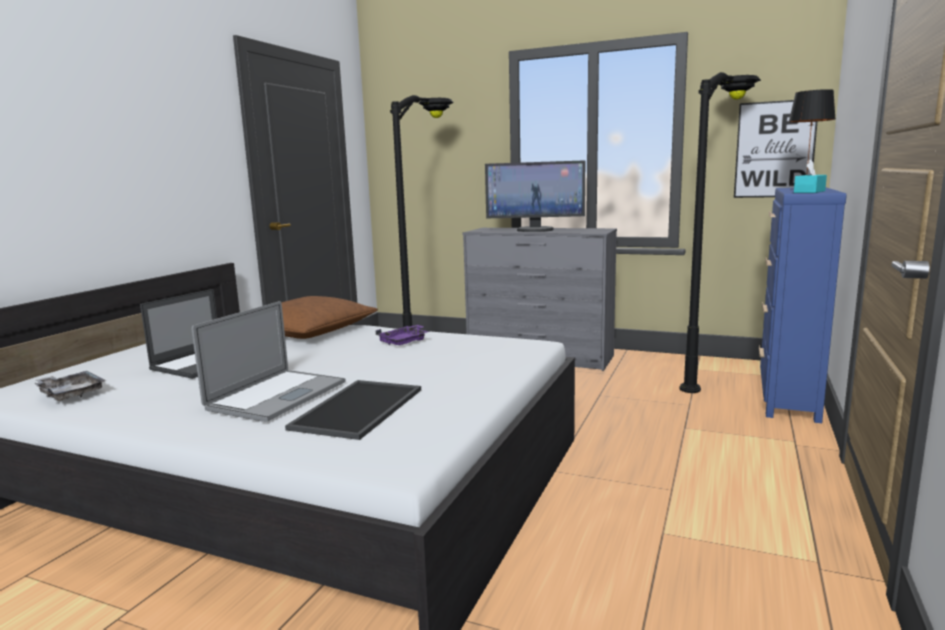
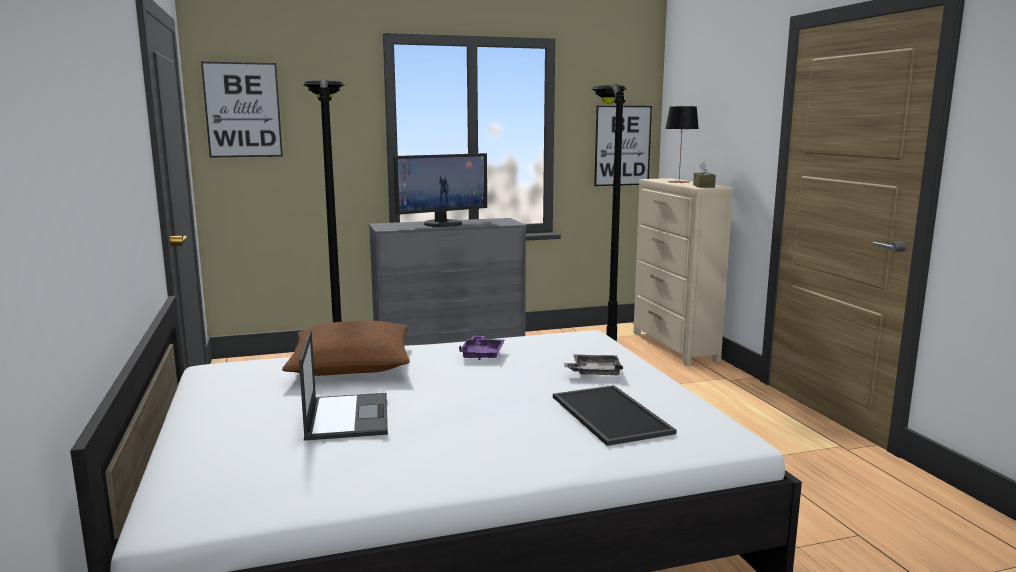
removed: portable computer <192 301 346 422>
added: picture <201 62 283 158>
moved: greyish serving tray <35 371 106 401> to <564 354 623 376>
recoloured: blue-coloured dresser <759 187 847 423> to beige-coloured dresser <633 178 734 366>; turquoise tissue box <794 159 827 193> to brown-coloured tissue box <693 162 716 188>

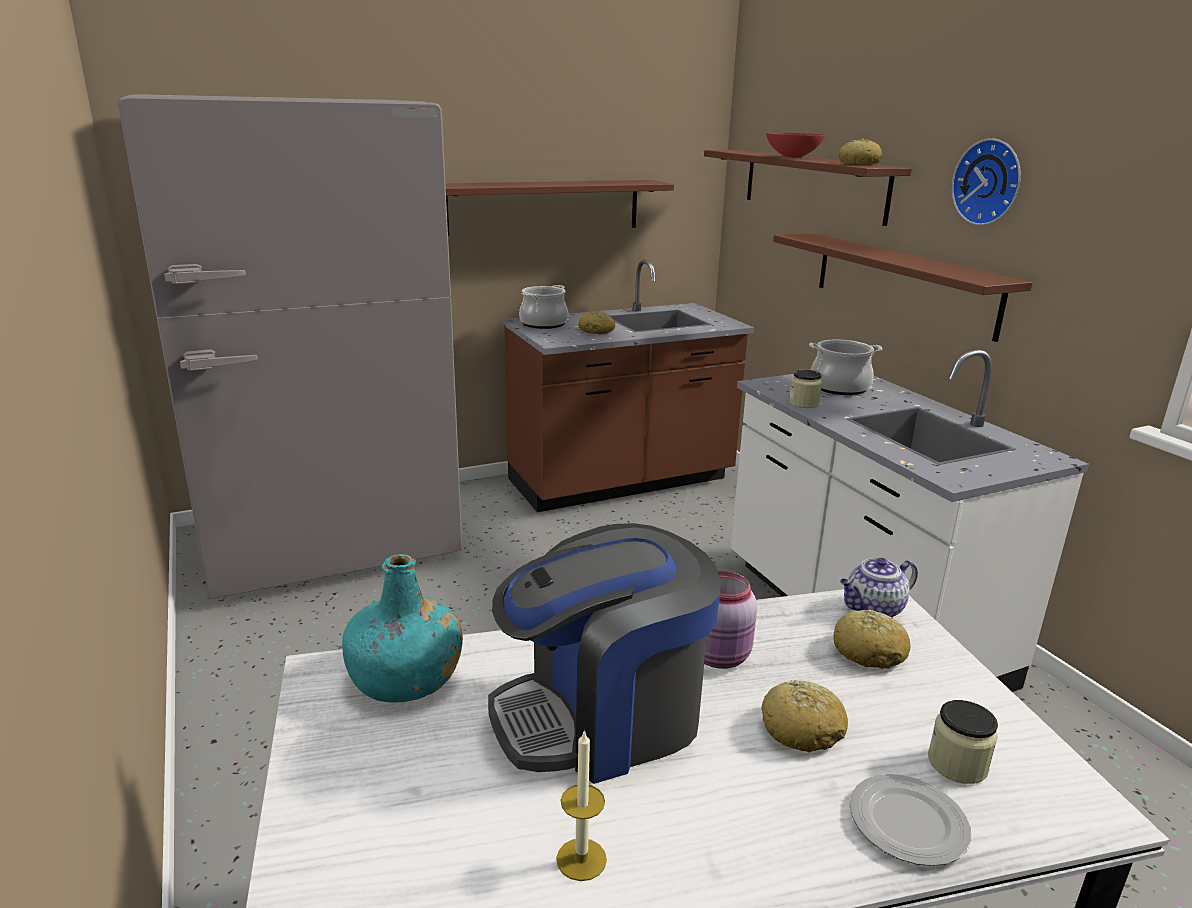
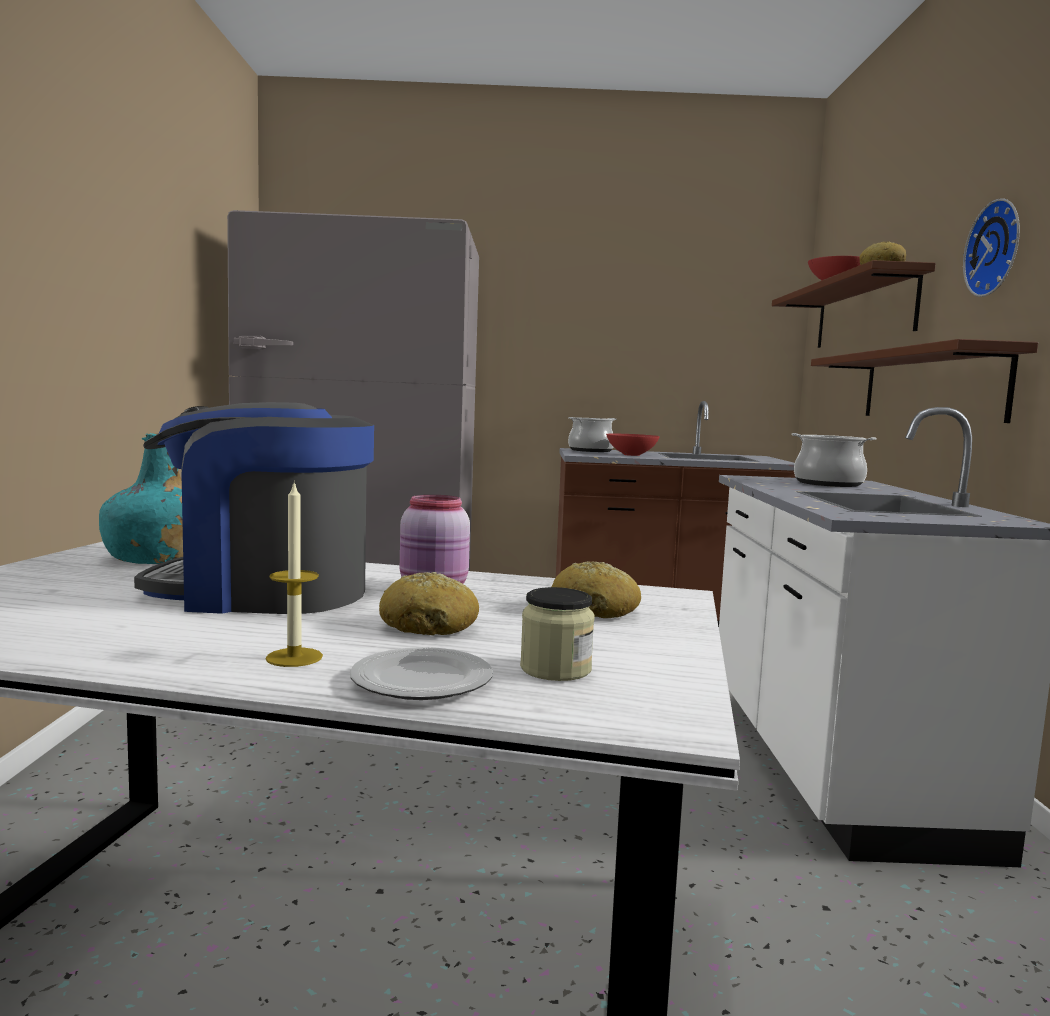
removed: brown-coloured bracket shelf <445 180 674 236>; storage jar <789 369 822 408>; pot for tea <840 558 918 618>
moved: candle <556 729 607 881> to <266 480 323 667>
replaced: baked bread <578 311 615 334> to red-coloured deep dish <606 434 660 456>

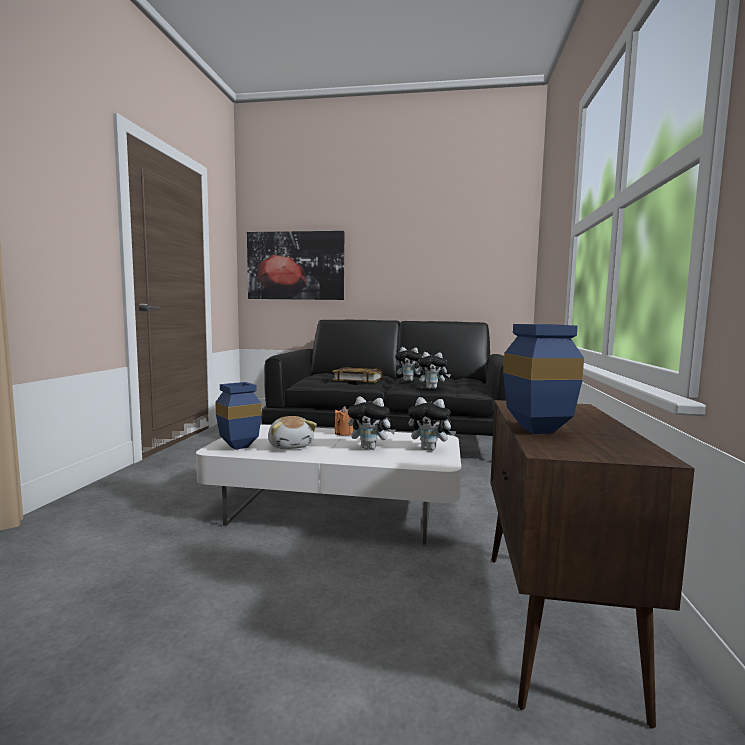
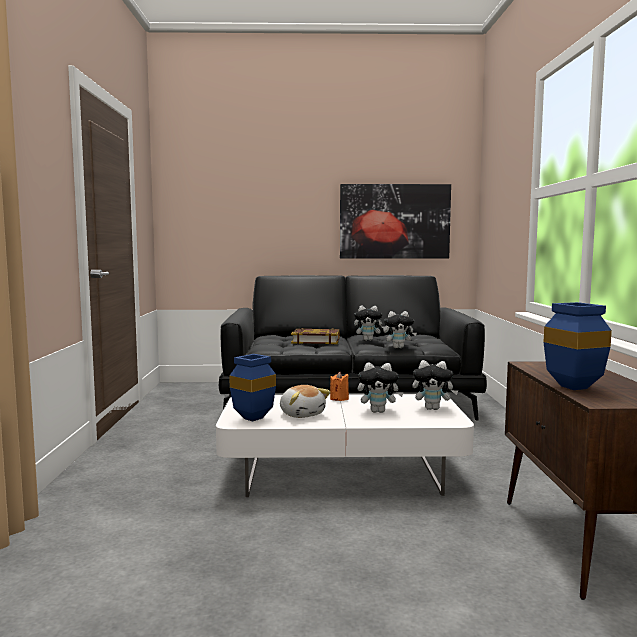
moved: picture <247 231 344 300> to <340 184 451 259>

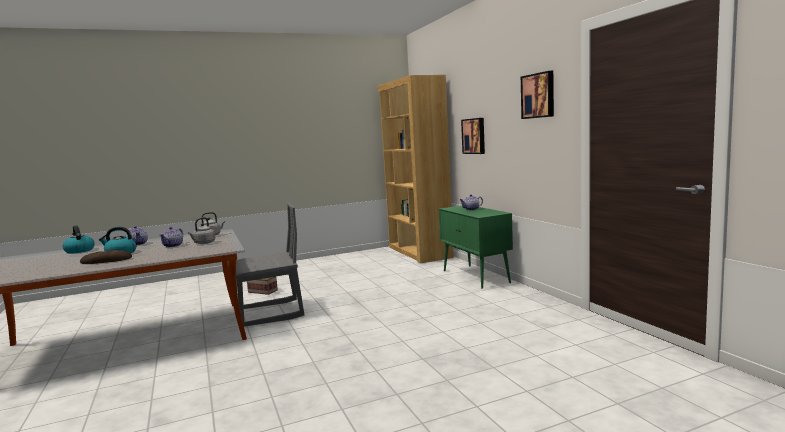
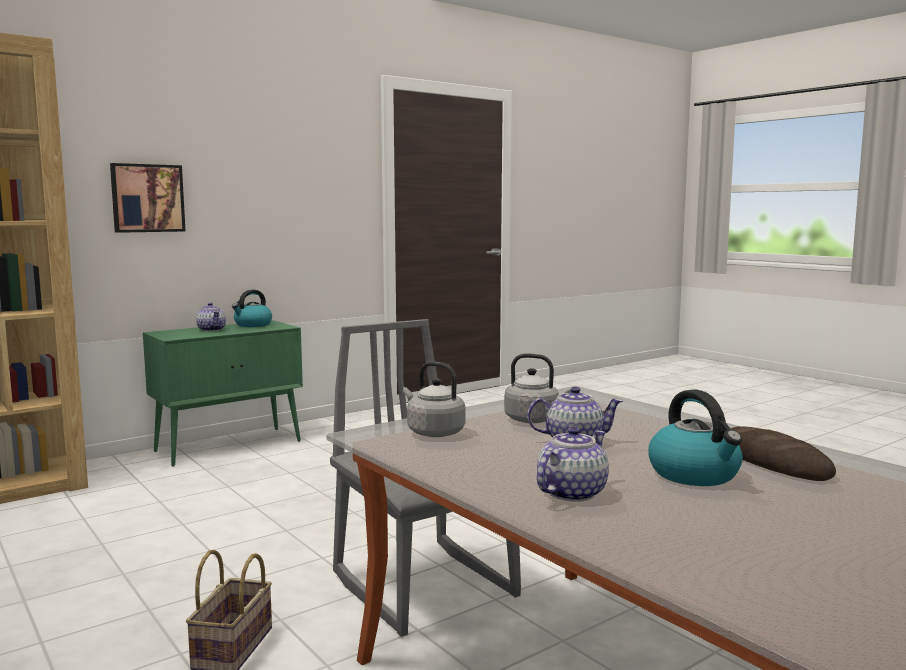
removed: picture <521 71 554 119>
moved: water kettle <63 225 94 254> to <232 290 272 327>

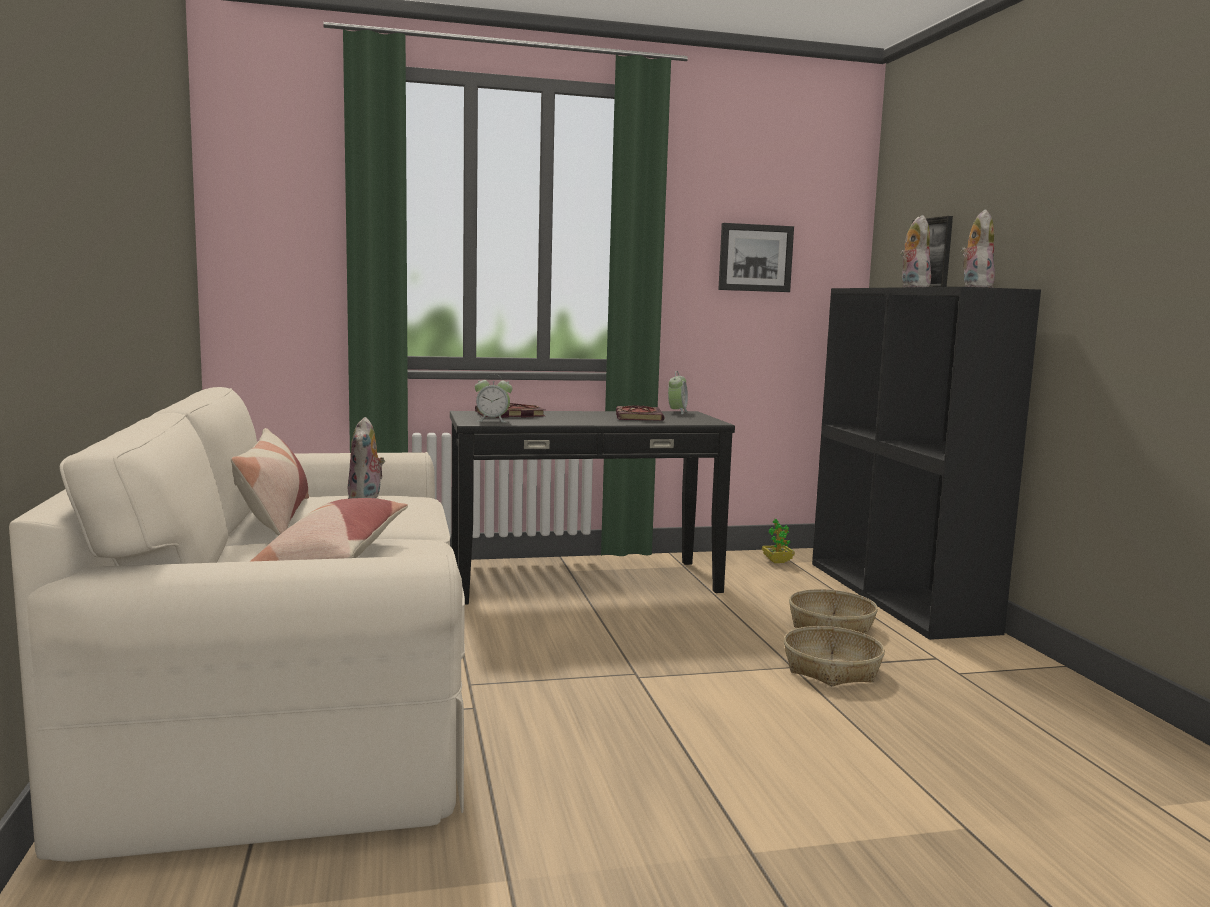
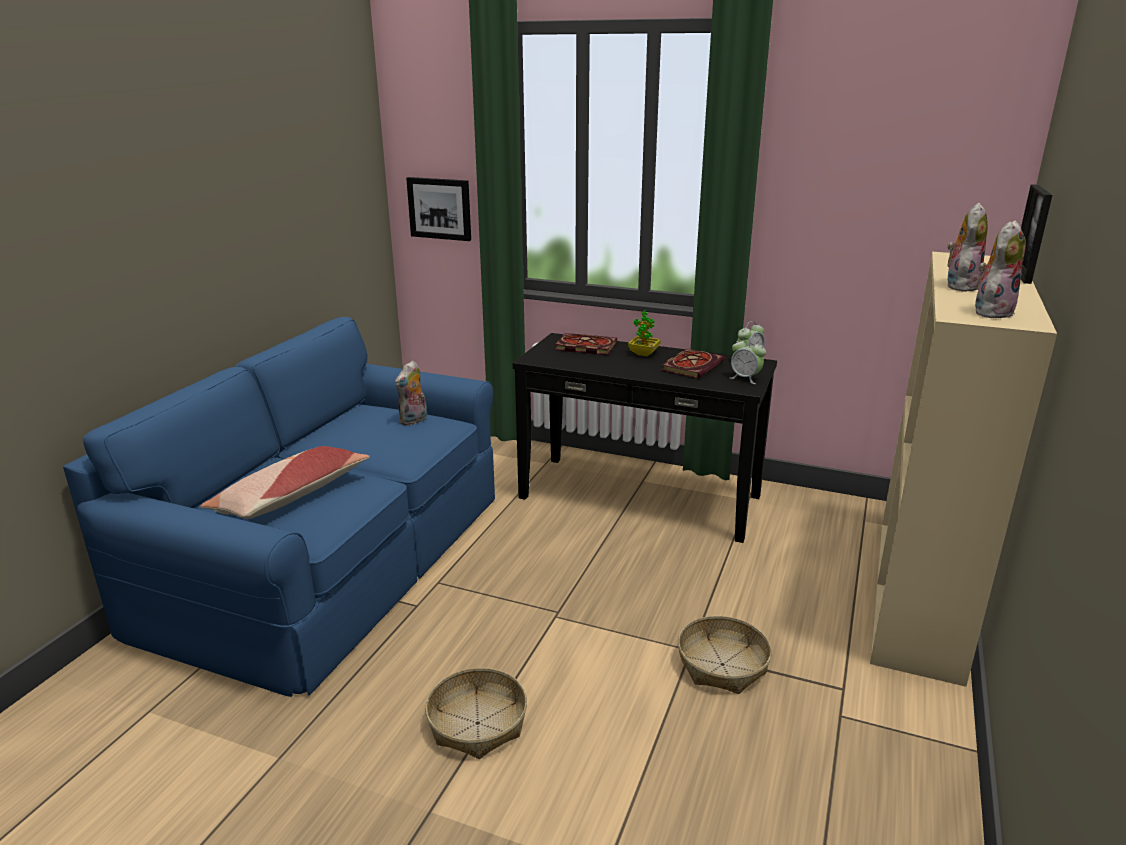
removed: cushion <231 428 309 536>
moved: picture <718 223 794 292> to <406 177 471 241>; storage basket <789 589 878 635> to <425 668 527 759>; potted plant <762 519 795 563> to <628 310 661 356>; alarm clock <475 374 512 423> to <729 337 766 384>
recoloured: beige-coloured settee <9 387 465 862> to blue-coloured settee <63 317 495 697>; black shelving unit <812 287 1041 640> to beige-coloured shelving unit <870 252 1057 687>

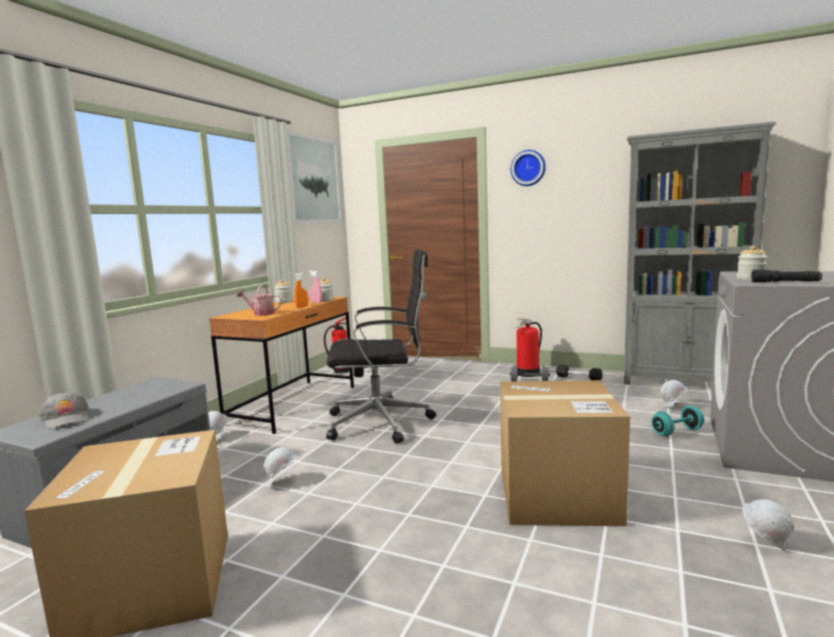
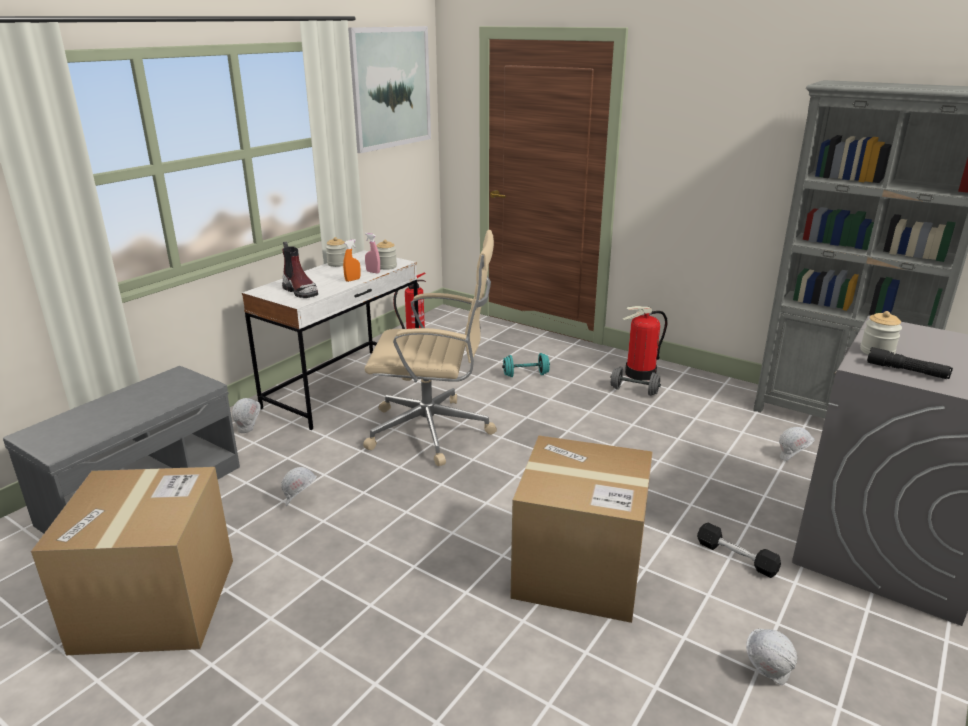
removed: greyish cap <39 392 89 429>; clock on the wall <511 150 546 186>
moved: turquoise hand weight <651 406 704 436> to <502 353 550 377>; black hand weight <556 365 603 381> to <697 523 781 578>
replaced: watering can <237 284 282 316> to high-top boot <282 242 318 298>
recoloured: brown-coloured desk <209 296 354 434> to white-coloured desk <242 250 419 430>; black computer chair <326 249 436 444> to beige-coloured computer chair <363 230 497 466>

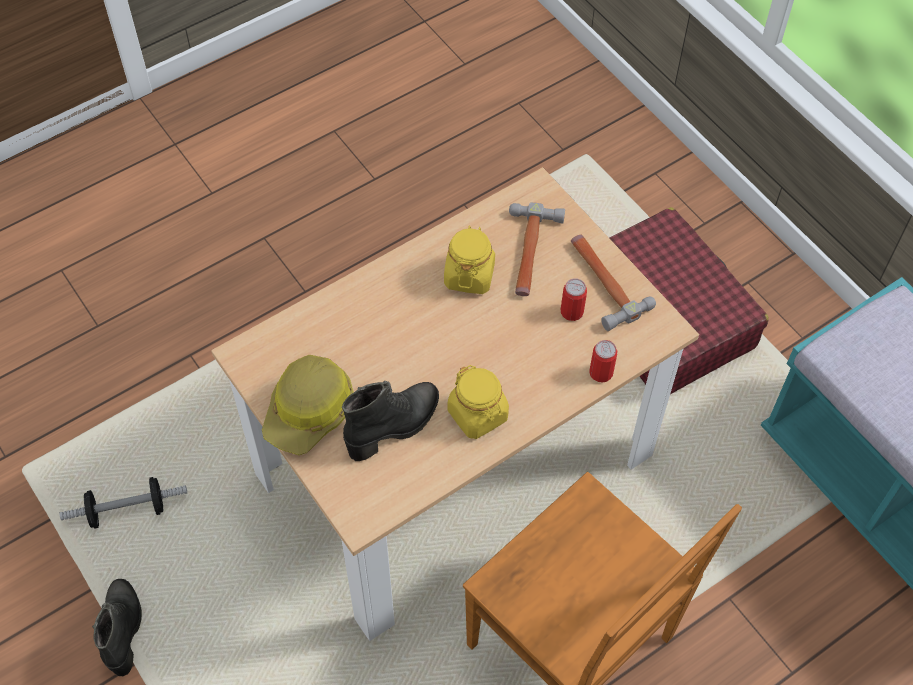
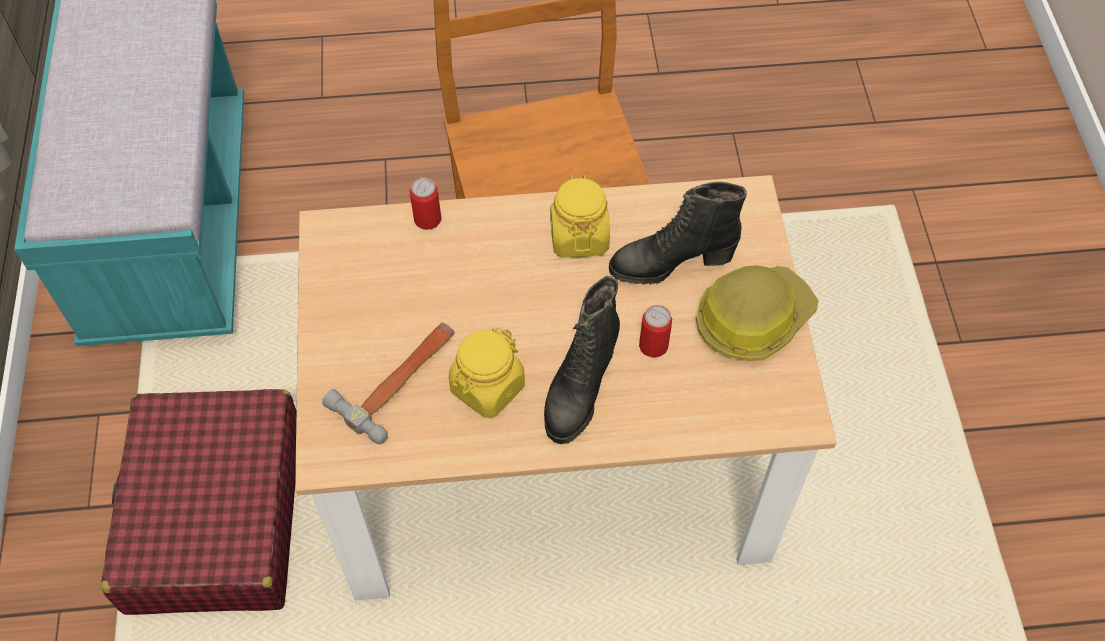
removed: hand weight <60 477 187 529>; hammer <571 235 656 331>
moved: black high-top boot <92 579 142 676> to <544 276 620 444>; can <561 278 587 321> to <639 305 672 358>

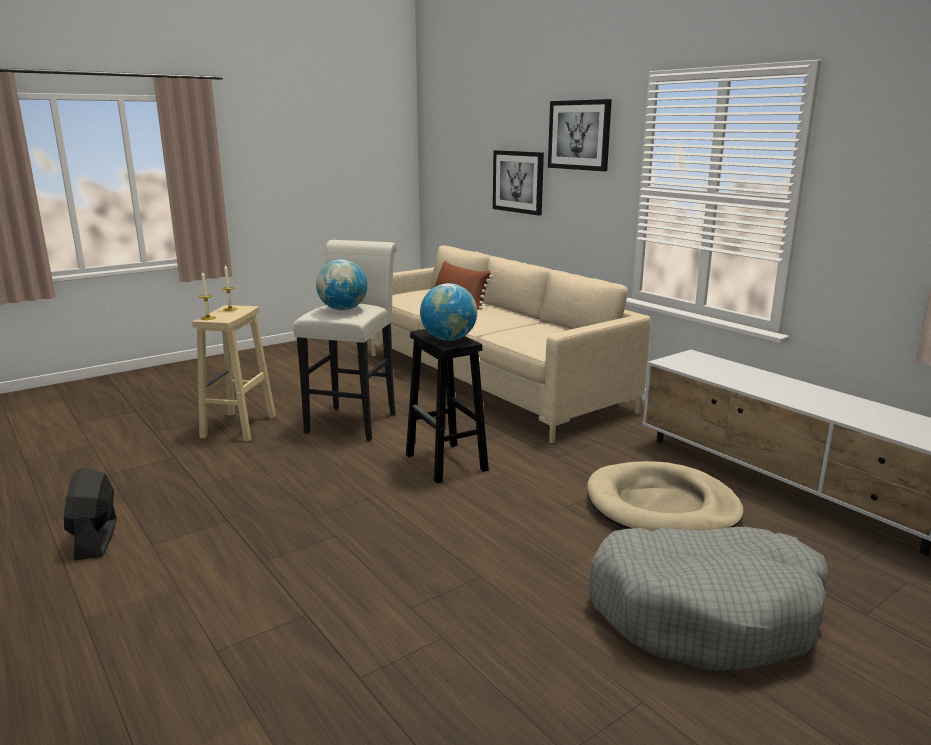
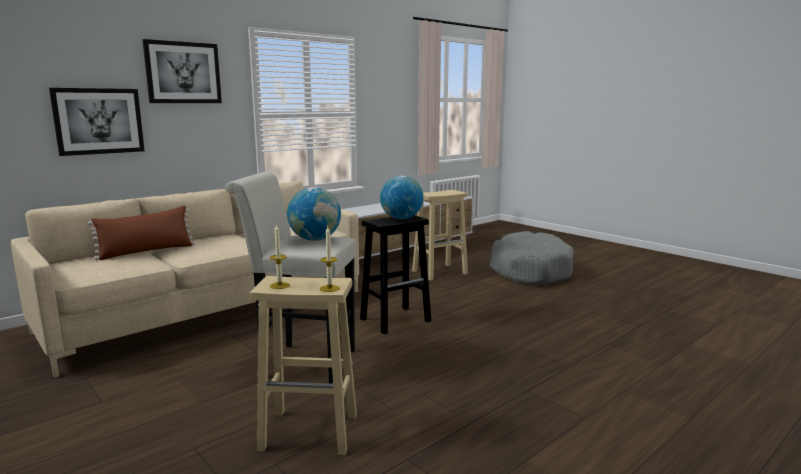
removed: black fan <64 467 116 560>
replaced: beige-coloured dog cushion <587 461 744 531> to beige-coloured stool <412 190 468 281>

